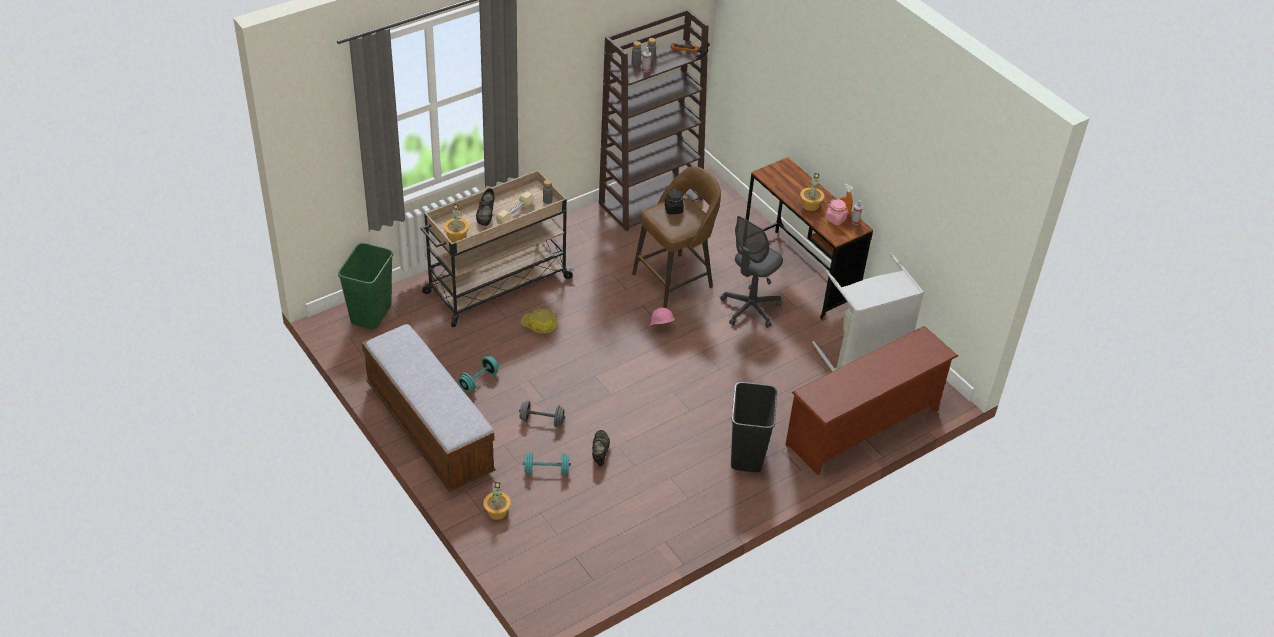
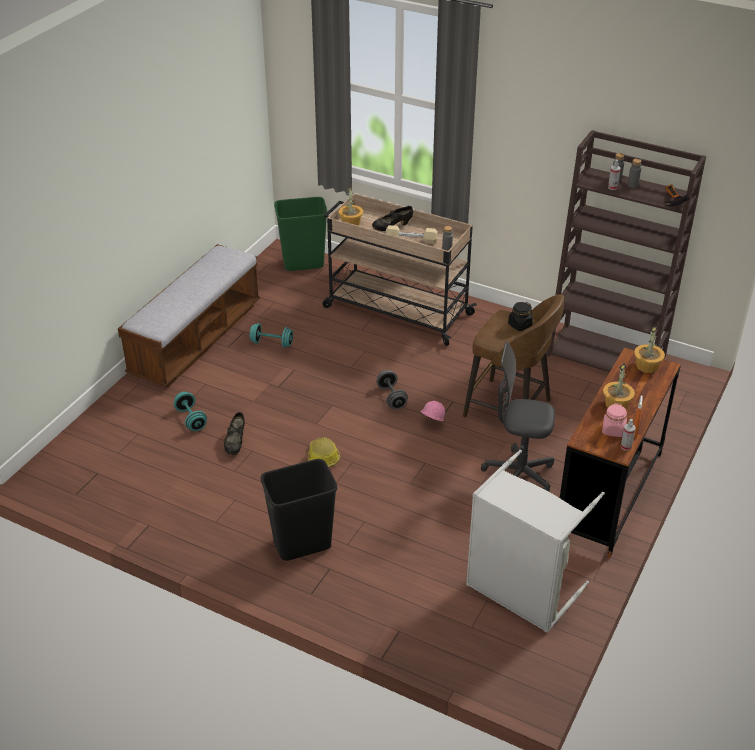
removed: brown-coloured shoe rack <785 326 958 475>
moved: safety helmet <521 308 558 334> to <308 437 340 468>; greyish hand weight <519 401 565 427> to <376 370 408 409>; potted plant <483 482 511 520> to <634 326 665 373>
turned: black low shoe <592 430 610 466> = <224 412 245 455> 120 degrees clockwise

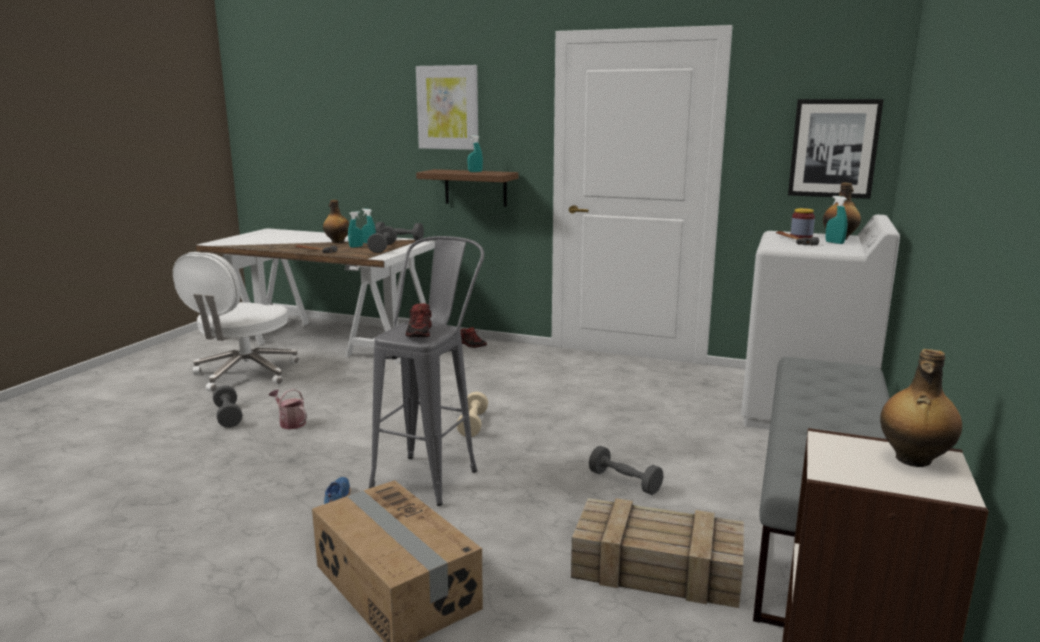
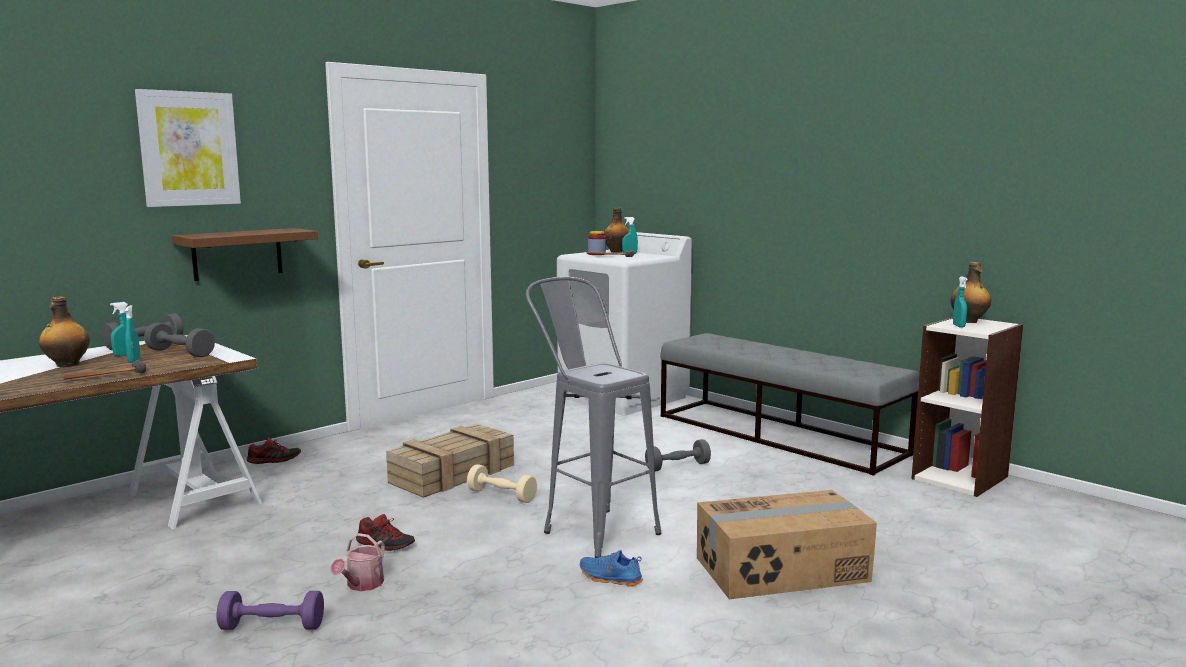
removed: white-coloured computer chair <173 252 299 392>; picture <788 99 884 199>
moved: low shoe <405 303 432 337> to <356 514 415 551>; shipping crate <571 498 744 608> to <386 424 514 498>; turquoise sprayer <468 135 483 172> to <953 276 967 328>
recoloured: greyish hand weight <213 385 242 428> to purple hand weight <217 591 324 630>
turned: watering can <269 389 307 429> = <331 533 385 591> 45 degrees counterclockwise

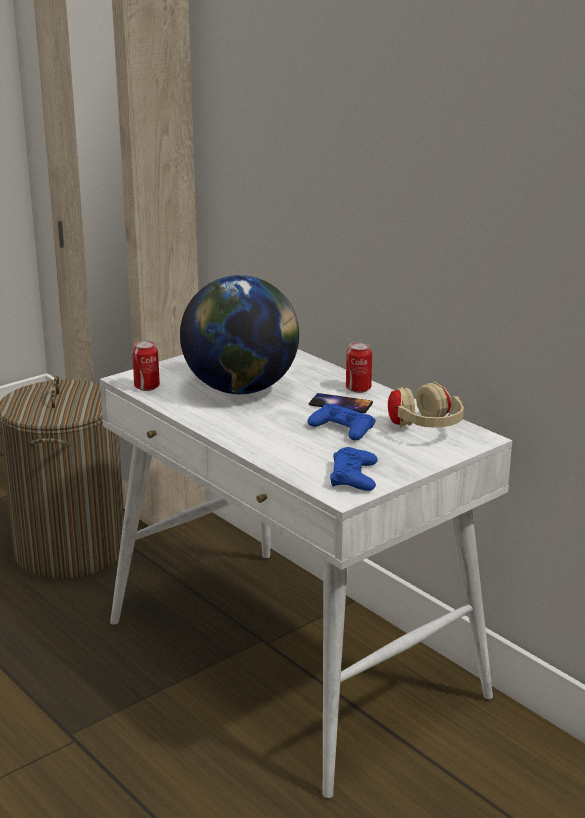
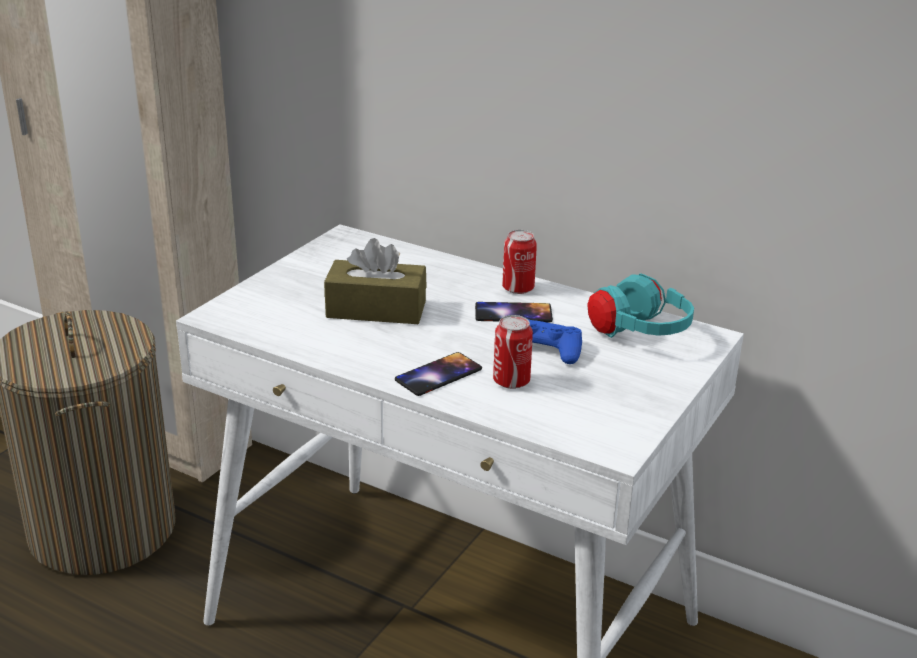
removed: blue-coloured joypad <330 447 378 491>
added: phone <395 352 482 396>
moved: can <132 340 160 391> to <493 315 533 389>
replaced: world globe <180 275 299 394> to brown-coloured tissue box <324 238 427 324>
recoloured: beige-coloured headset <388 382 464 428> to turquoise headset <587 273 694 338>

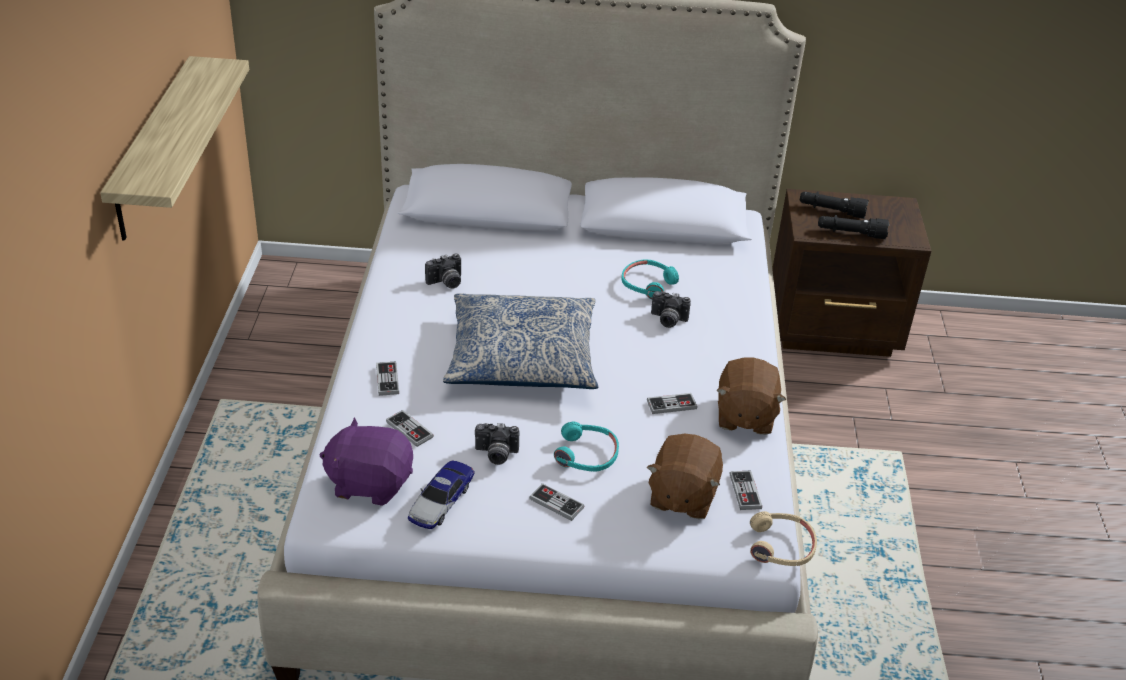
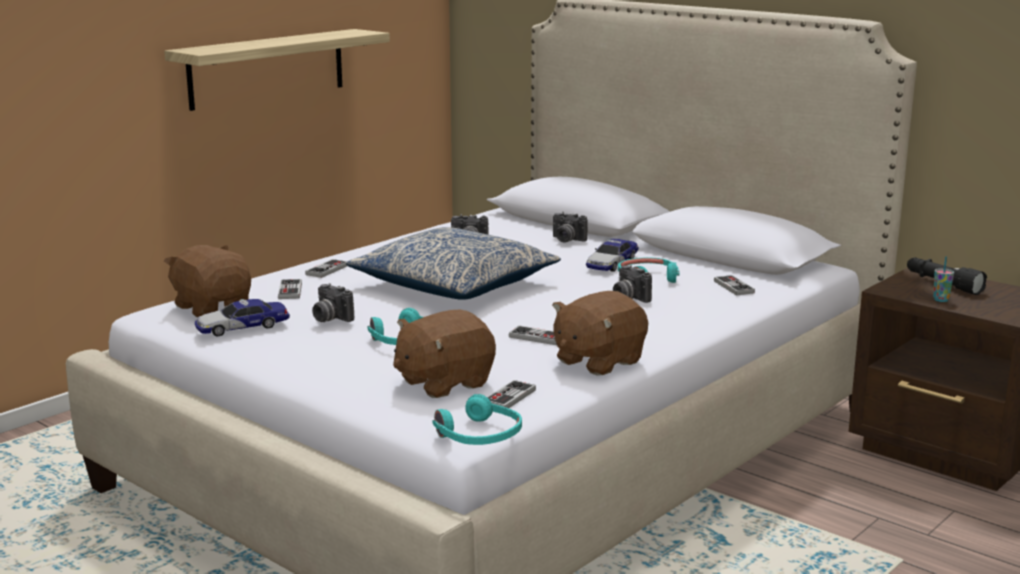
added: still camera <553 212 588 243>; model car <586 239 639 272>
moved: joypad <529 483 584 521> to <714 275 755 295>
replaced: black torch <818 215 889 239> to small cup <933 256 954 302>
recoloured: purple plush toy <319 417 413 506> to brown-coloured plush toy <164 245 251 317>; beige-coloured headset <750 511 817 566> to turquoise headset <433 394 522 445>

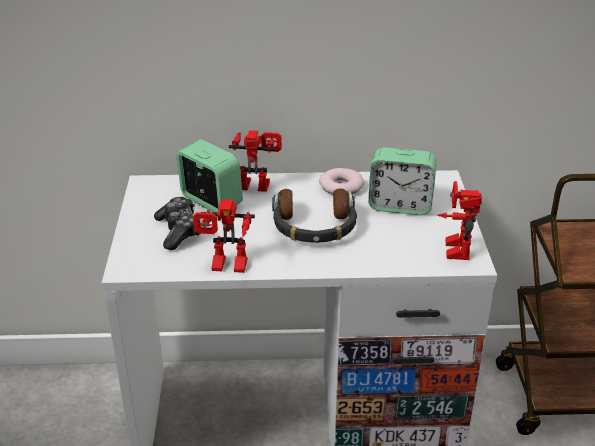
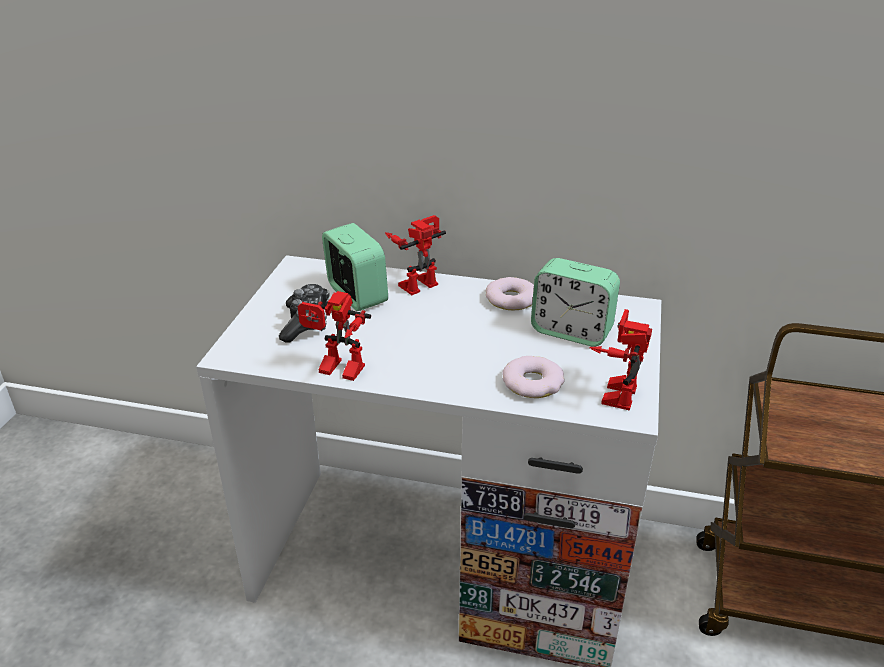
removed: headset <272 188 357 243>
added: donut <503 356 565 398>
turned: robot figure <229 130 282 192> = <385 215 446 295> 60 degrees counterclockwise

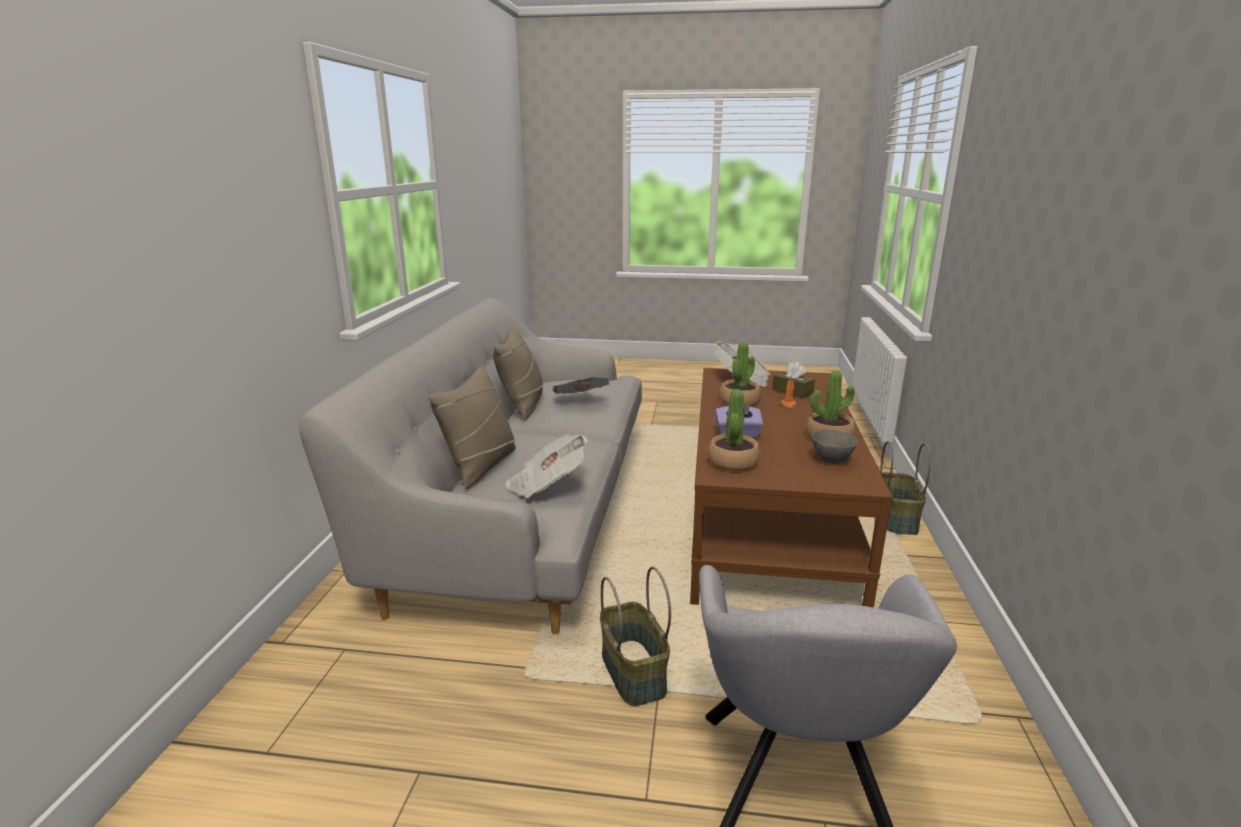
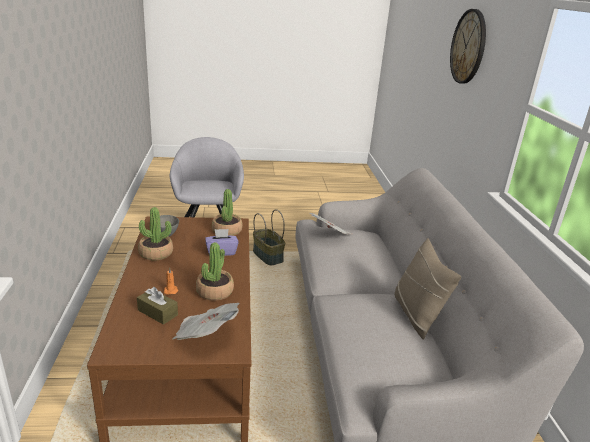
removed: beige-coloured cushion <428 366 516 489>; daily paper <553 377 610 394>; storage basket <880 441 931 535>
added: clock on the wall <450 9 486 84>

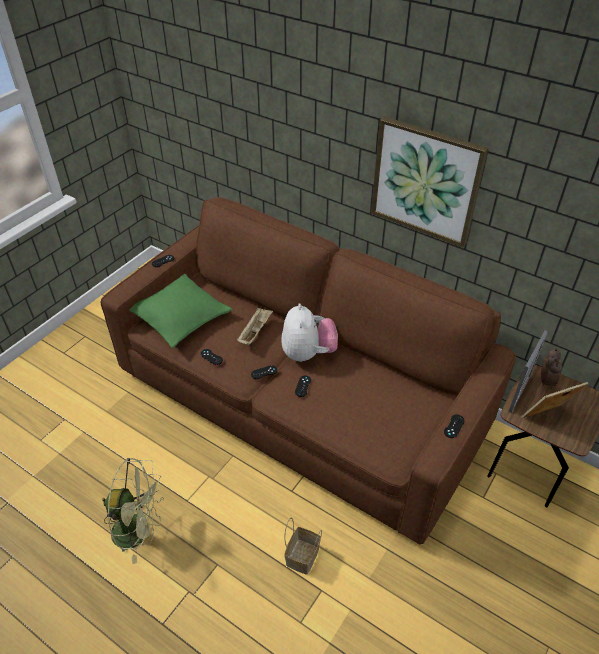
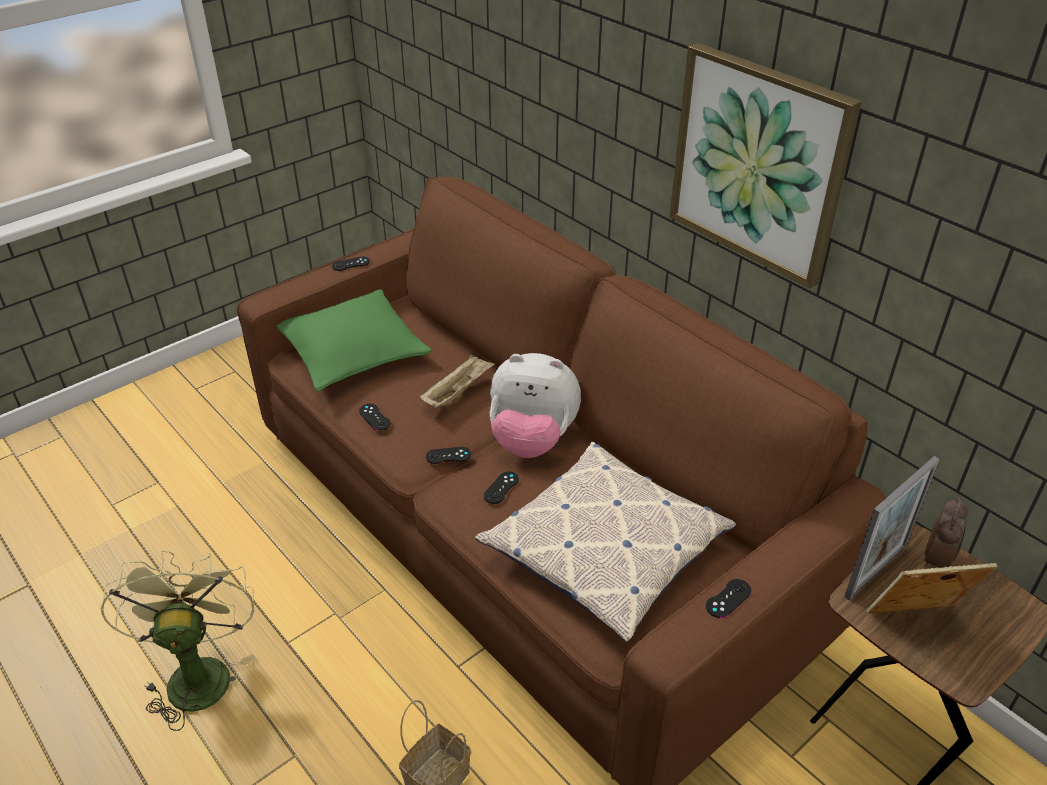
added: cushion <475 442 737 642>
turned: green fan <102 458 164 564> = <100 550 256 731> 120 degrees counterclockwise; plush toy <281 304 338 362> = <489 353 581 458> 90 degrees clockwise

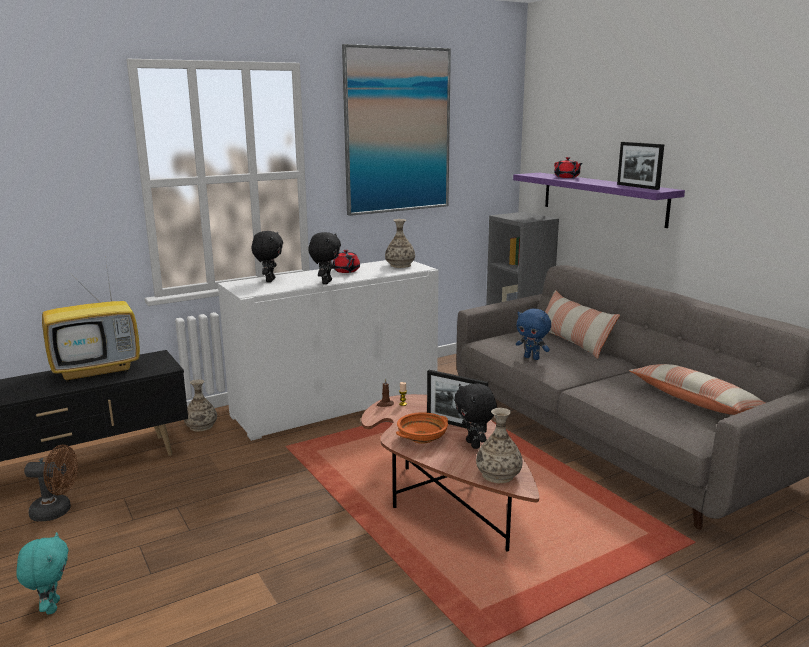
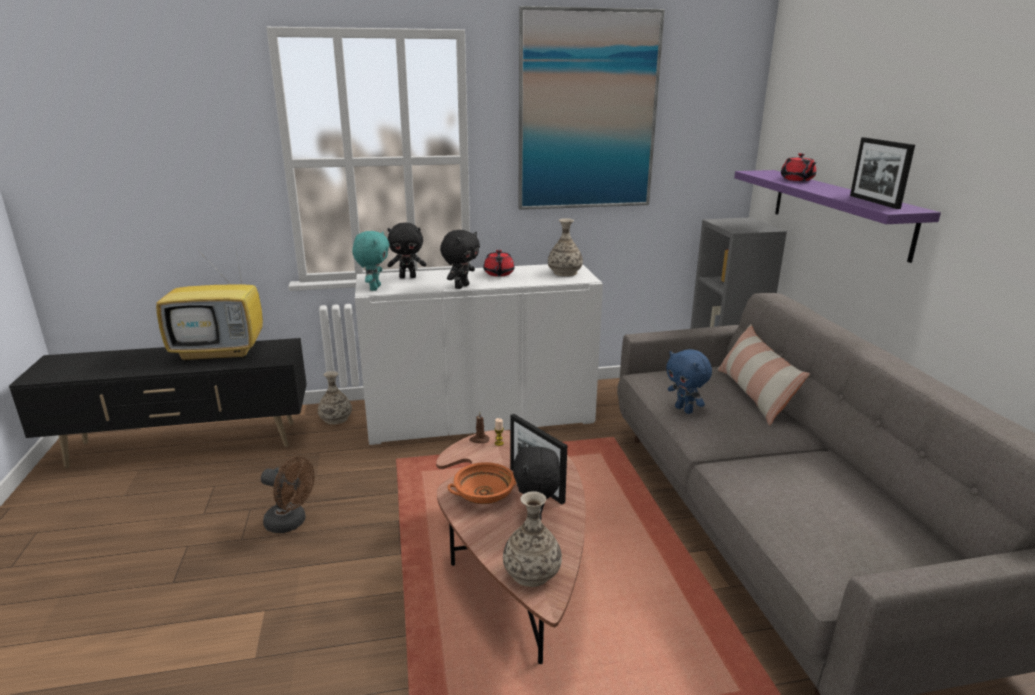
removed: cushion <629 364 765 415>
moved: brown-coloured fan <24 445 78 521> to <261 457 314 533>; turquoise plush toy <16 532 69 615> to <352 231 390 291>
turned: black plush toy <252 231 283 282> = <387 222 426 278> 60 degrees clockwise

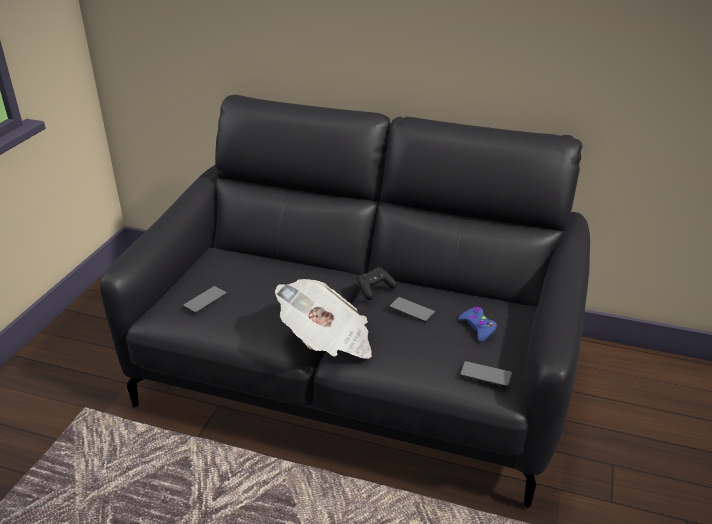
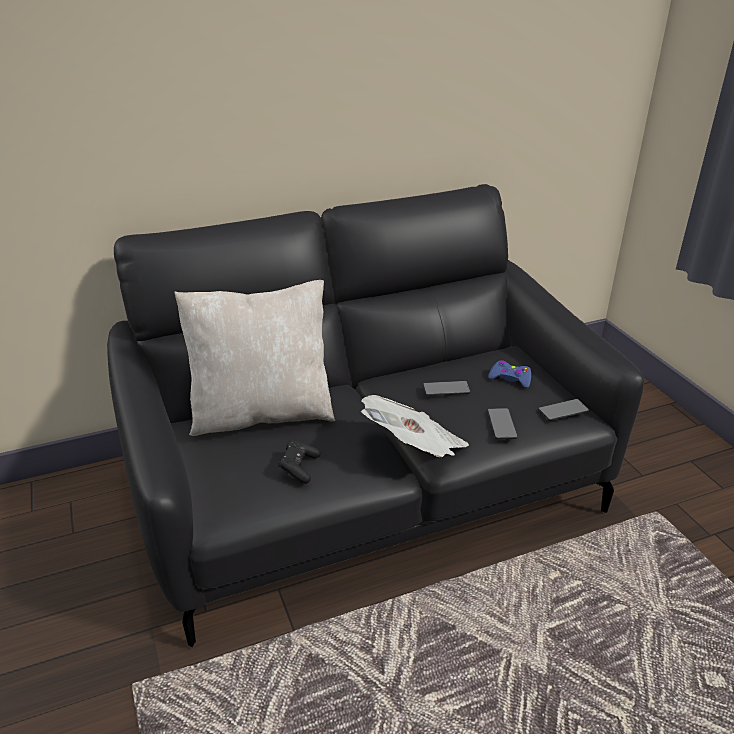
added: beige-coloured cushion <174 280 335 436>
moved: black joypad <358 267 397 300> to <278 440 320 484>; phone <183 286 227 314> to <487 408 518 440>

